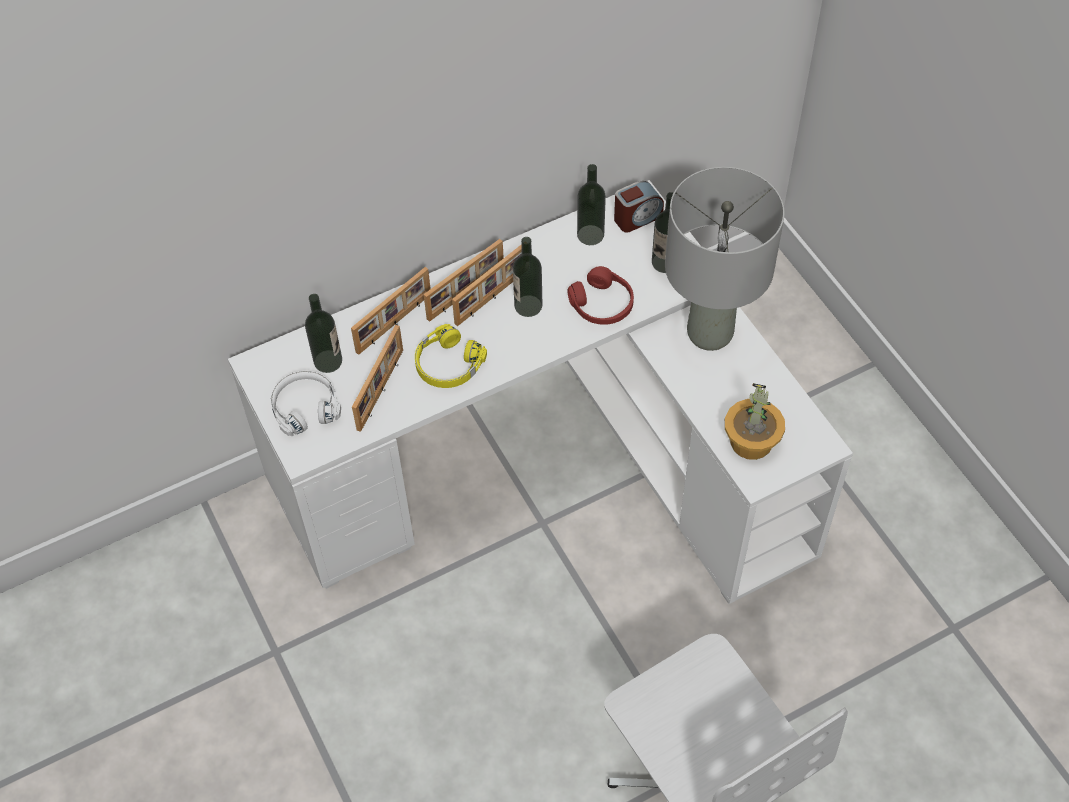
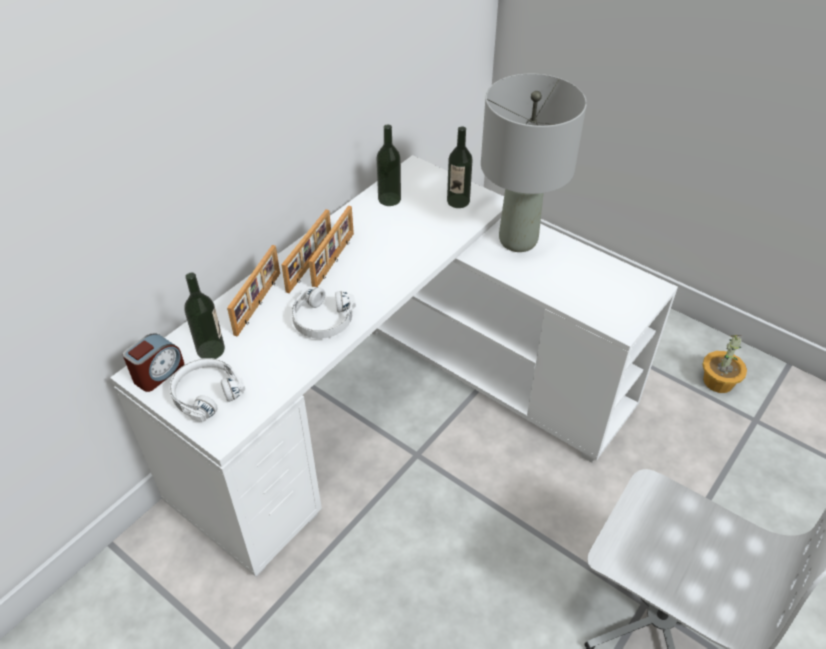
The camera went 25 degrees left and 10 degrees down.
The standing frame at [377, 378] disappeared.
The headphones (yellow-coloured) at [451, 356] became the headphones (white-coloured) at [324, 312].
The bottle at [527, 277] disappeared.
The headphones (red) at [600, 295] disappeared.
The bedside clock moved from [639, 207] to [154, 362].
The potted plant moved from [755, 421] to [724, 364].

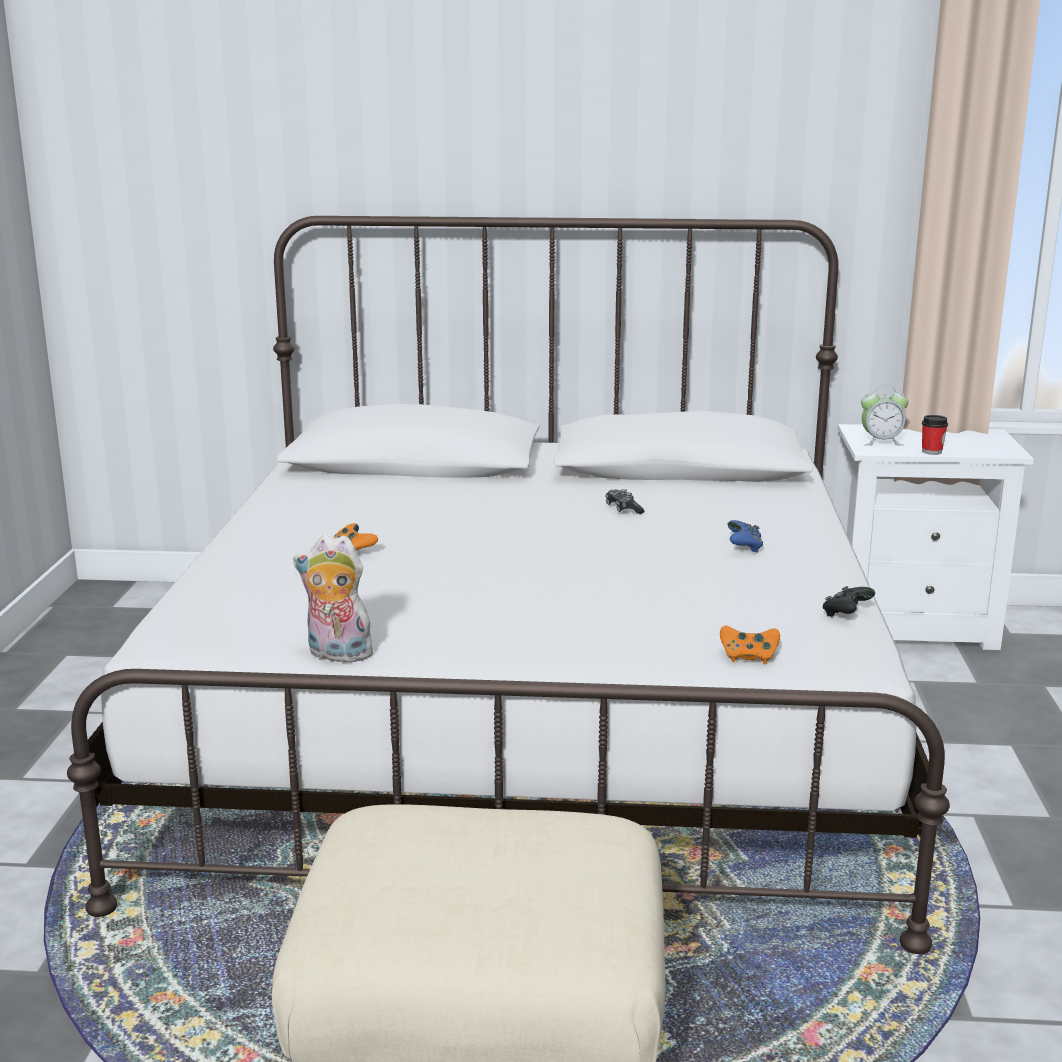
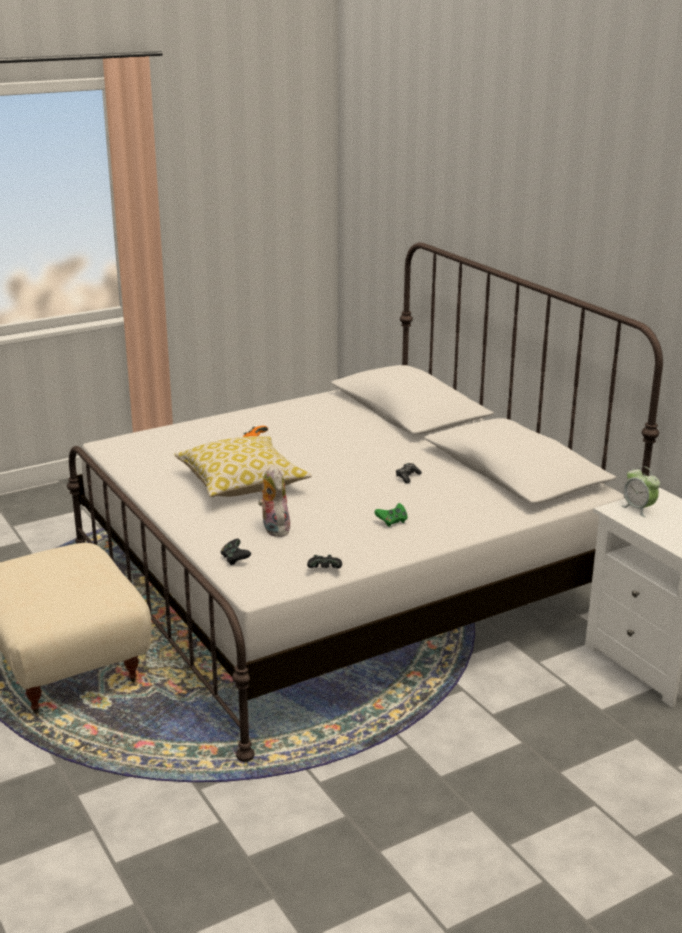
The camera went 55 degrees right and 5 degrees up.
The soft toy moved from [335, 599] to [274, 501].
The joypad (orange-coloured) at [750, 645] became the joypad (black-coloured) at [236, 552].
The joypad (blue) at [745, 536] became the joypad (greenish) at [390, 515].
The drinking cup at [935, 435] disappeared.
The throw pillow at [243, 466] appeared.

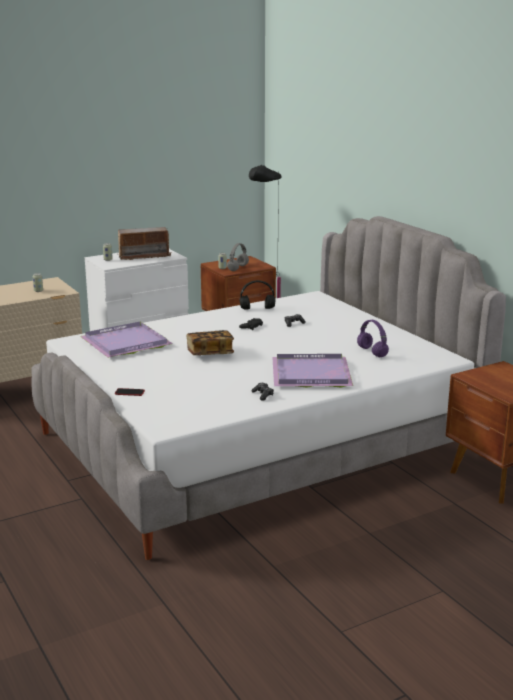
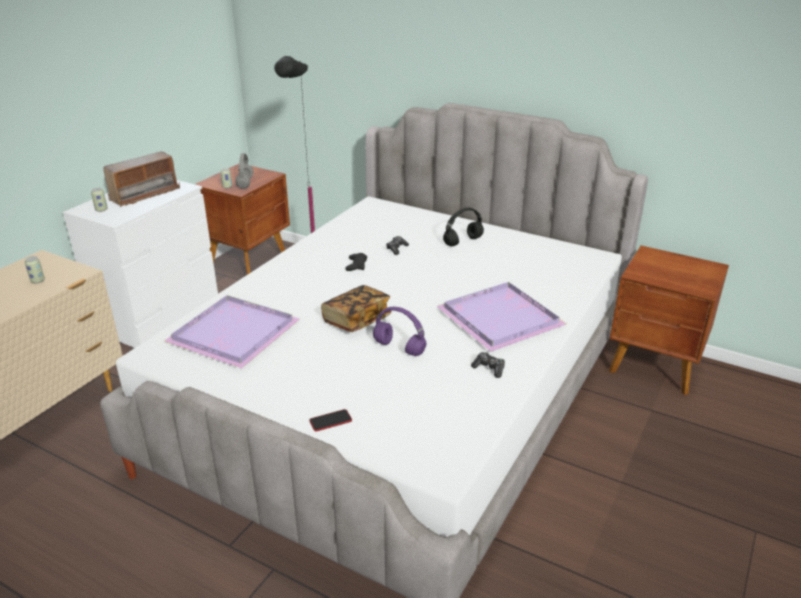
The camera went 30 degrees left and 10 degrees up.
The headphones (black-coloured) moved from [257, 295] to [463, 227].
The headphones (purplish) moved from [373, 338] to [400, 331].

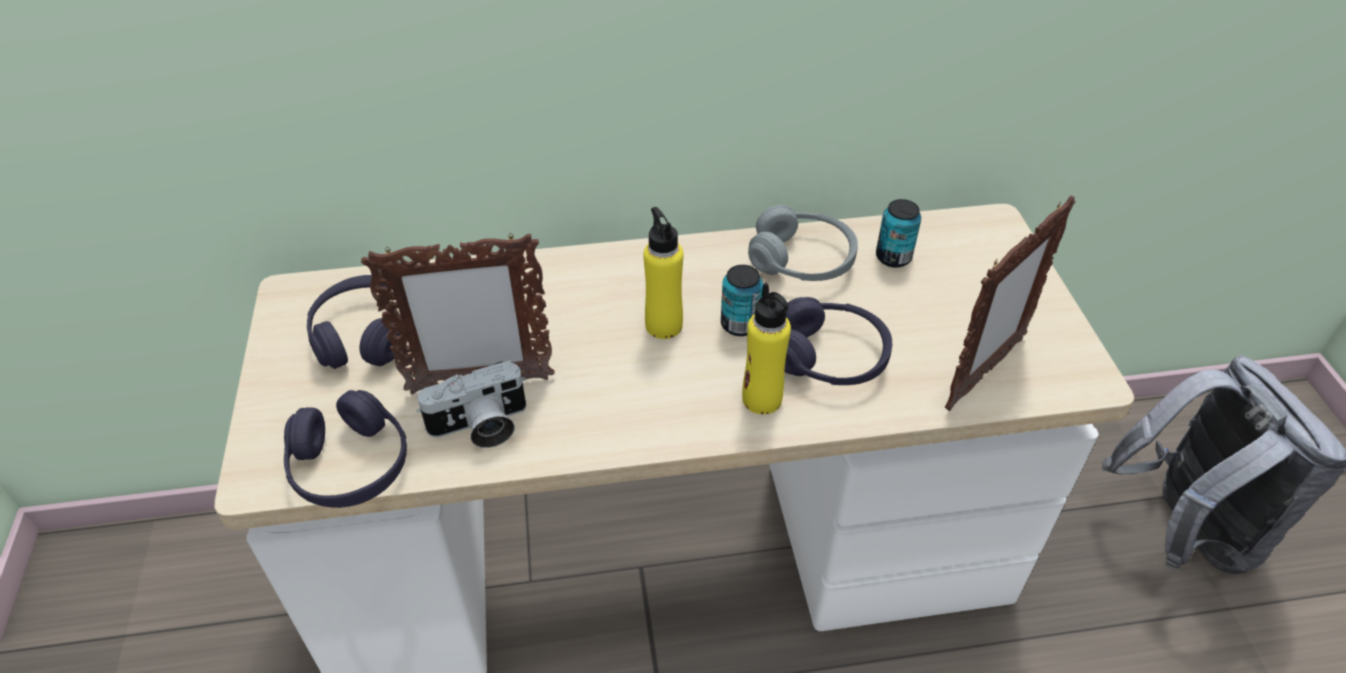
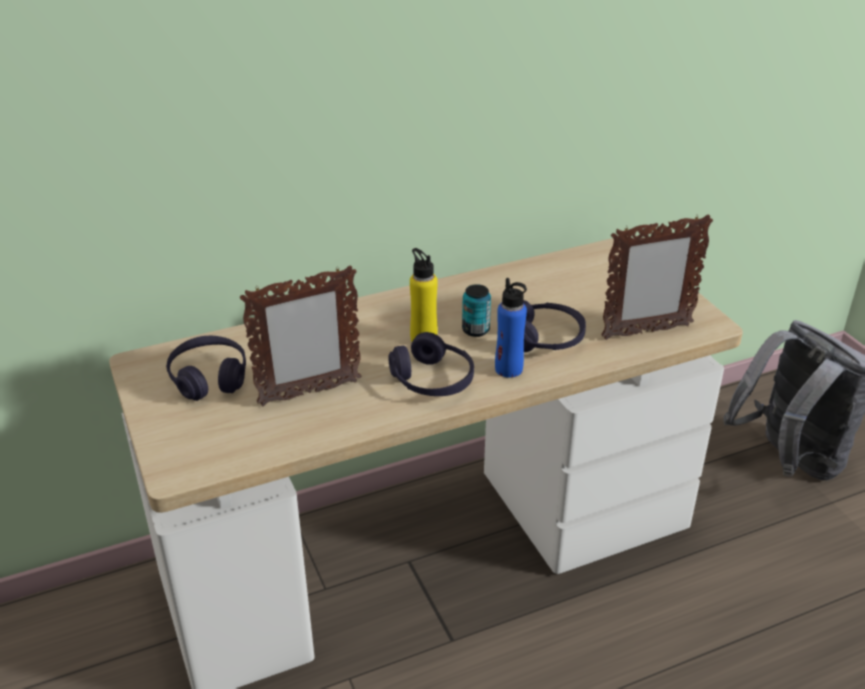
The camera went 15 degrees left and 10 degrees down.
The headphones (purplish) moved from [345, 449] to [431, 364].
The photo camera at [471, 404] disappeared.
The bottle (yellow-coloured) at [766, 348] became the bottle (blue) at [511, 328].
The headphones (grey) at [803, 243] disappeared.
The sealed can at [898, 233] disappeared.
The standing frame at [1010, 303] turned 45 degrees clockwise.

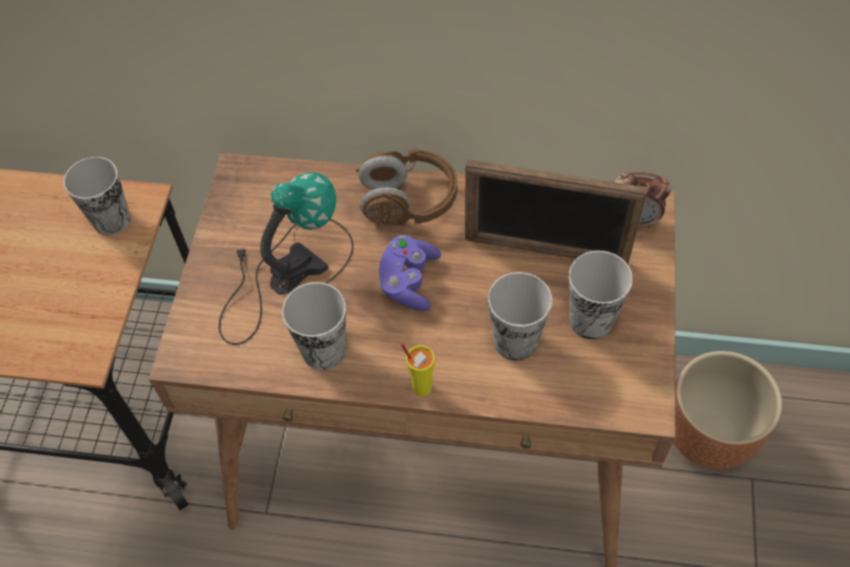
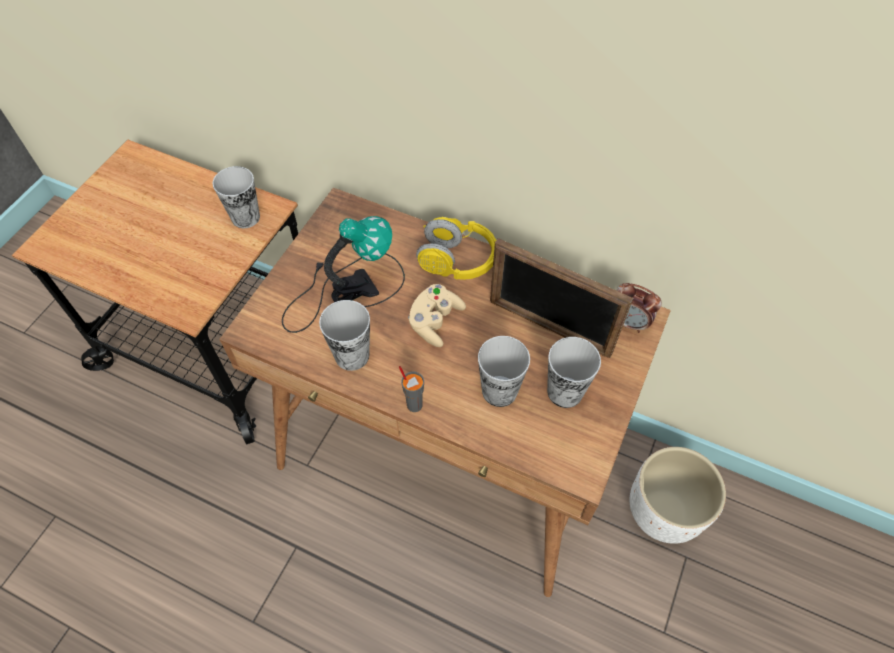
The camera went 15 degrees right and 0 degrees up.
The headphones (brownish) at [406, 187] became the headphones (yellow-coloured) at [456, 248].
The joypad (purplish) at [409, 273] became the joypad (sand-coloured) at [437, 315].
The drinking cup (yellow-coloured) at [418, 369] became the drinking cup (grey) at [411, 389].
The flower pot (brownish) at [727, 410] became the flower pot (white-coloured) at [678, 495].

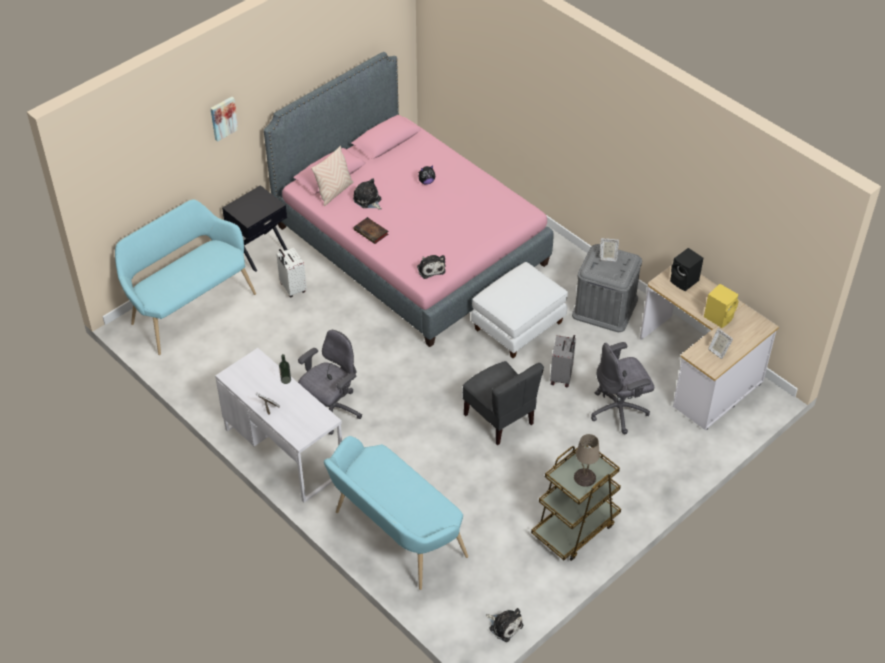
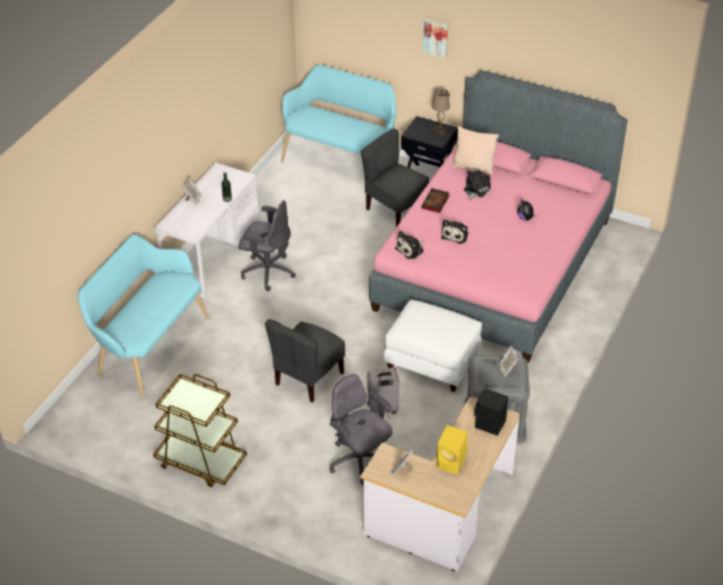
The camera went 70 degrees right and 5 degrees down.
The suitcase (white-coloured) at [291, 272] was replaced by the upright chair (grey) at [395, 178].
The soft toy moved from [504, 625] to [454, 231].
The lamp for a table (sand-coloured) moved from [587, 460] to [440, 111].

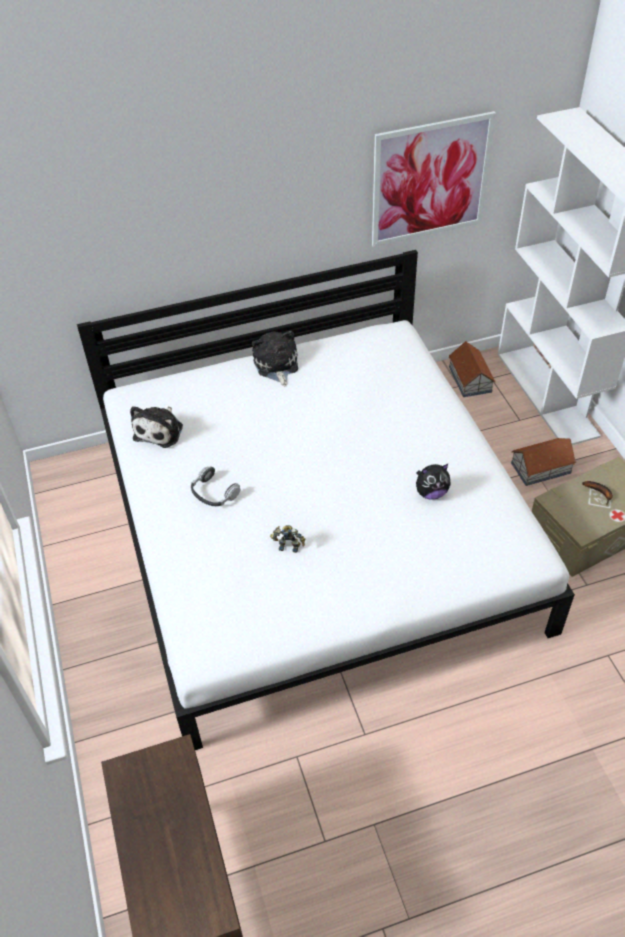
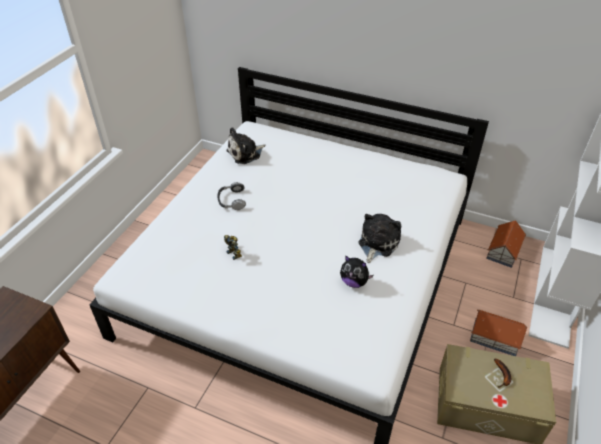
The camera went 40 degrees right and 5 degrees down.
The soft toy moved from [275, 358] to [379, 238].
The wall art at [434, 179] disappeared.

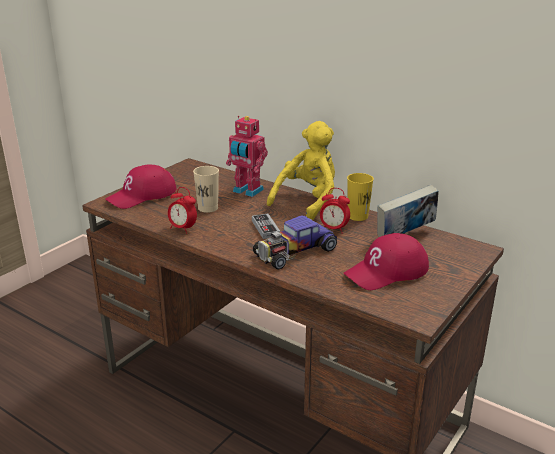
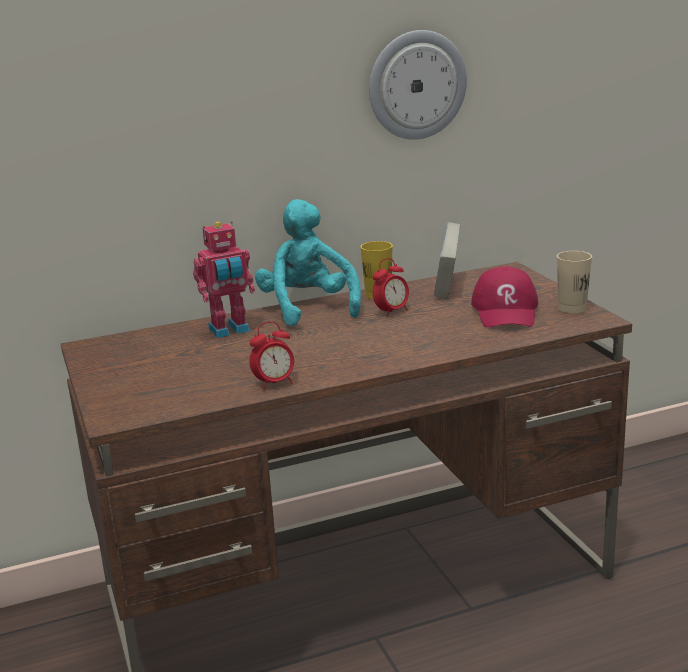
The camera went 55 degrees left and 5 degrees down.
The peaked cap (red) at [141, 186] disappeared.
The drinking cup (sand-coloured) moved from [206, 189] to [574, 282].
The joypad at [266, 226] disappeared.
The miniature car at [295, 243] disappeared.
The soft toy (yellow-coloured) at [301, 170] became the soft toy (turquoise-coloured) at [308, 262].
The hanging clock at [418, 85] appeared.

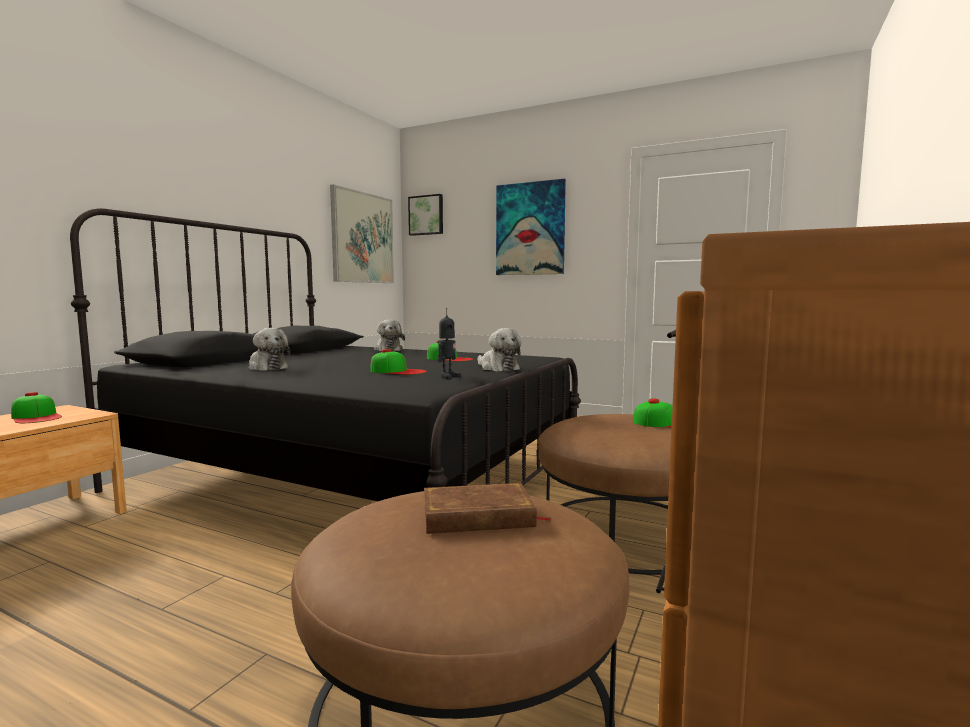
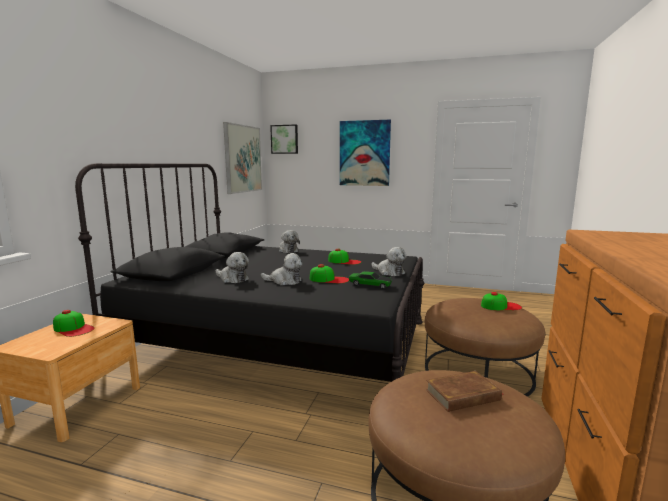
The camera went 10 degrees left and 5 degrees up.
The toy robot at [449, 344] was replaced by the miniature car at [370, 280].
The soft toy at [282, 269] appeared.

